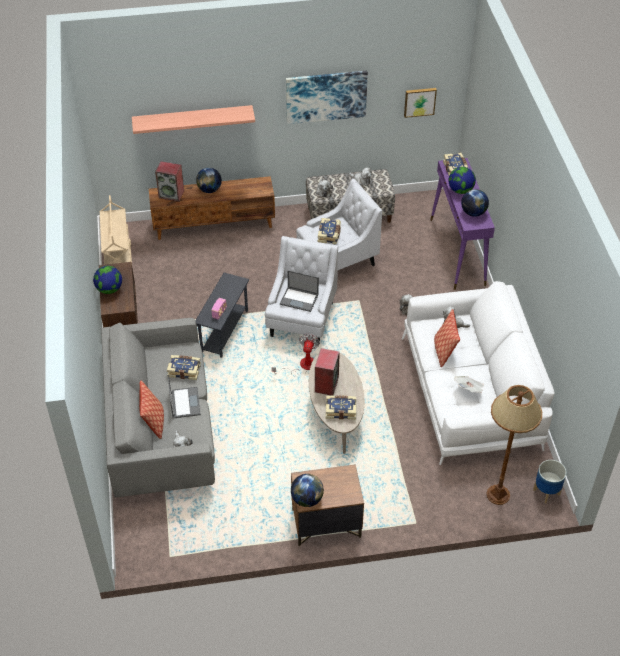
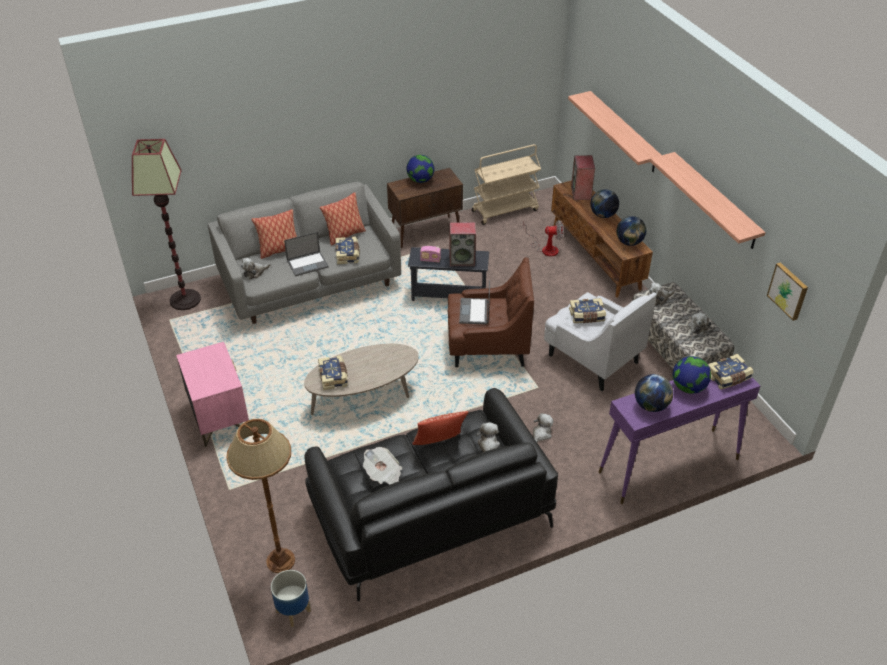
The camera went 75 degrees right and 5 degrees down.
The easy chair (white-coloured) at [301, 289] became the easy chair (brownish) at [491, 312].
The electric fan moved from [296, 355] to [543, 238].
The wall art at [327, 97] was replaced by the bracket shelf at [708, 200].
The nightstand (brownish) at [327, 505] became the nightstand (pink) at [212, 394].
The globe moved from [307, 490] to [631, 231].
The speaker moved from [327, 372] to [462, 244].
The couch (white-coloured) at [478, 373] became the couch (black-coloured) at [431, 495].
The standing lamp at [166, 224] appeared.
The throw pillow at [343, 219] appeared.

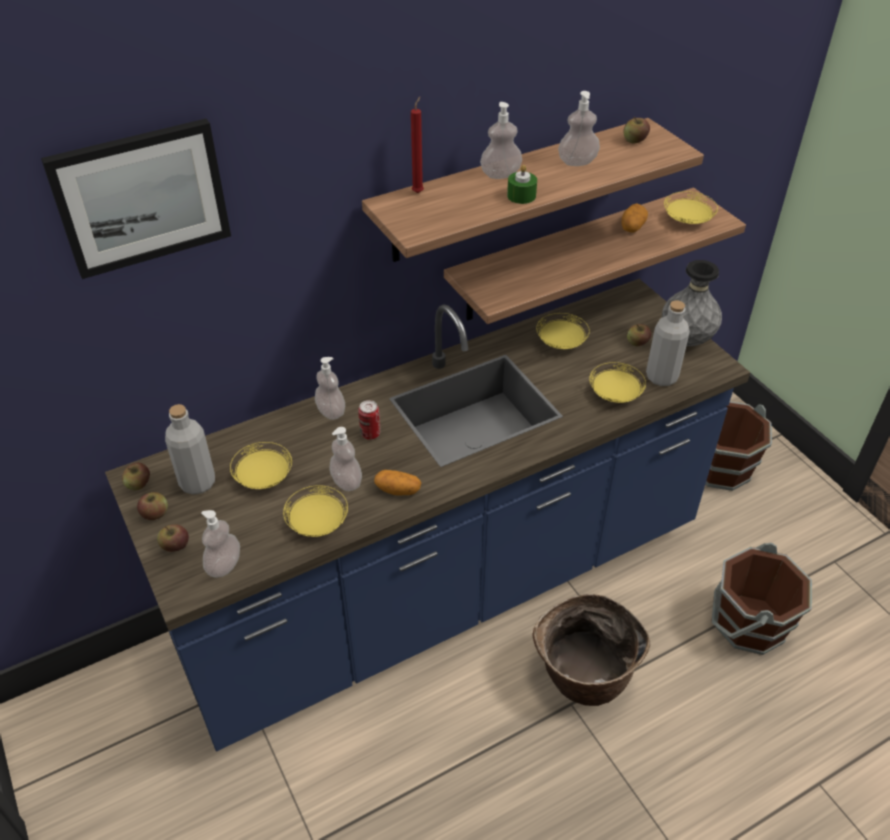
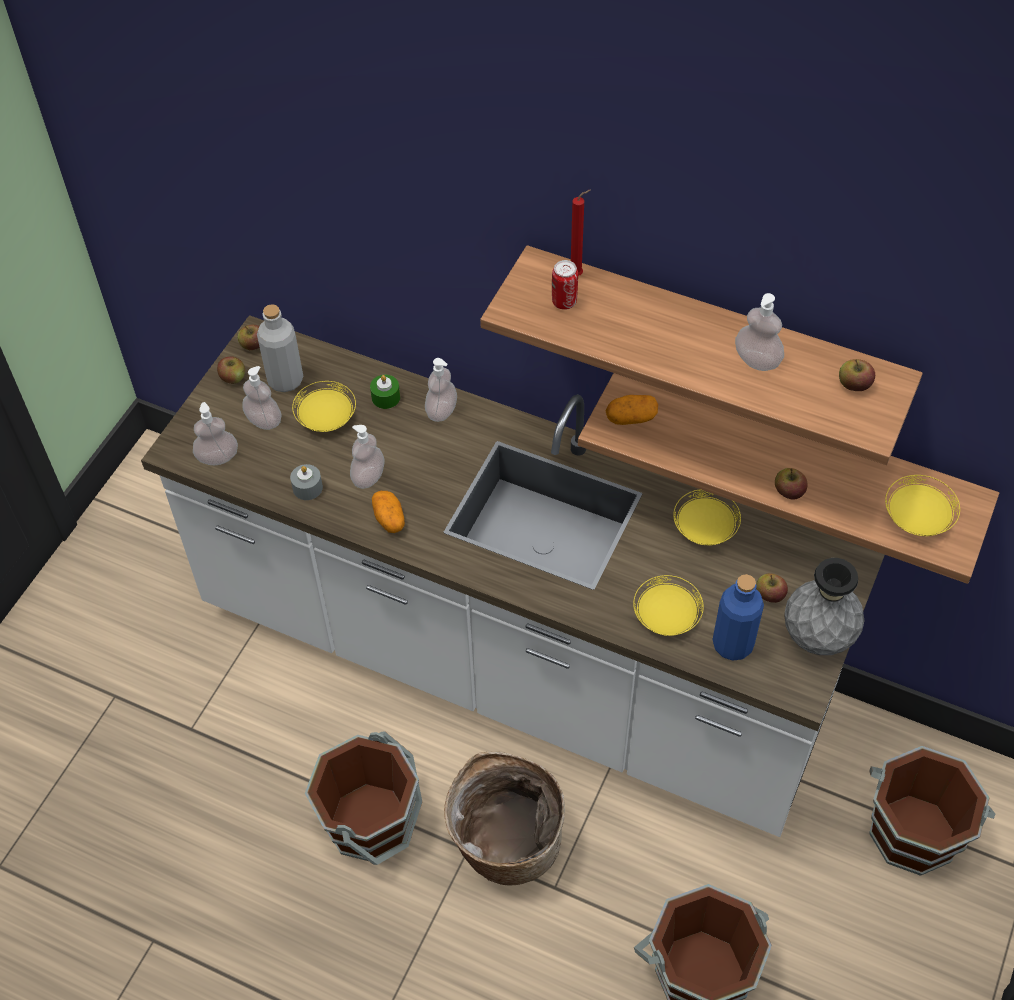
The camera went 55 degrees right and 10 degrees up.
The wall art at [136, 199] disappeared.
The kitchen base unit (blue) at [427, 515] became the kitchen base unit (white-coloured) at [513, 576].
The whole apple moved from [173, 538] to [791, 484].
The plate (yellow-coloured) at [315, 511] was replaced by the candle (grey) at [306, 482].
The sealed can moved from [369, 420] to [565, 285].
The soap bottle moved from [501, 140] to [261, 398].
The candle (greenish) moved from [522, 184] to [385, 392].
The whole potato moved from [634, 218] to [632, 410].
The bottle (grey) at [668, 343] became the bottle (blue) at [738, 617].
The bucket (brownish) at [363, 798] appeared.

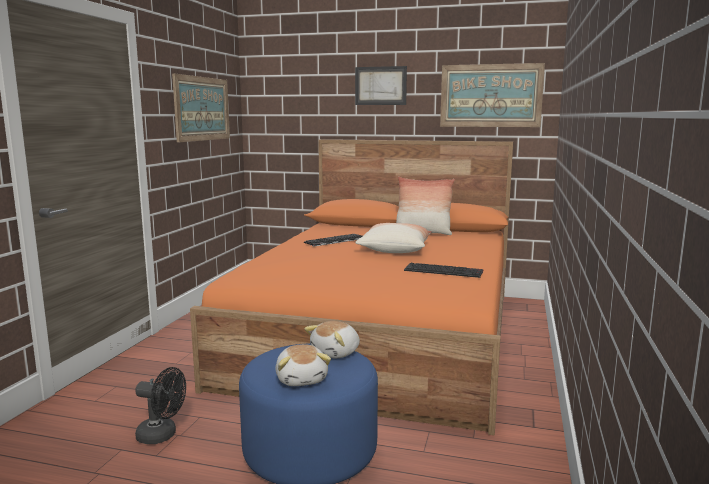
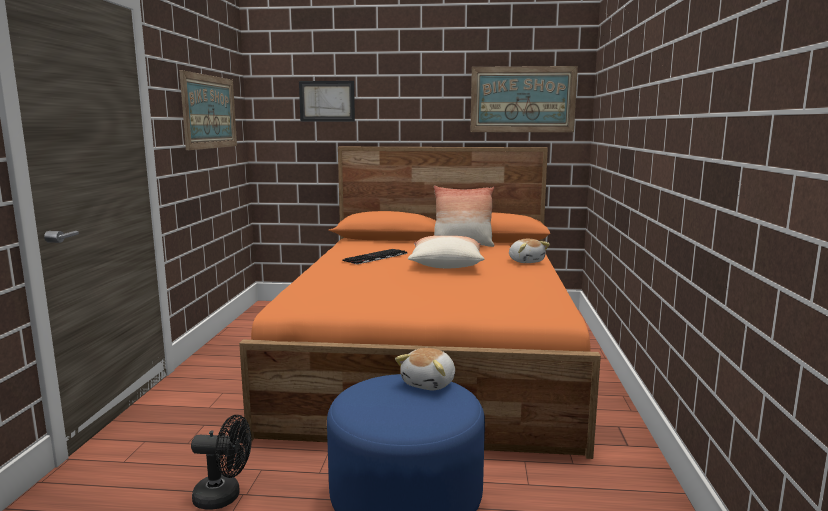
The camera went 10 degrees left and 0 degrees up.
The soft toy moved from [303, 365] to [529, 250].
The wall art moved from [381, 85] to [327, 101].
The computer keyboard at [443, 270] disappeared.

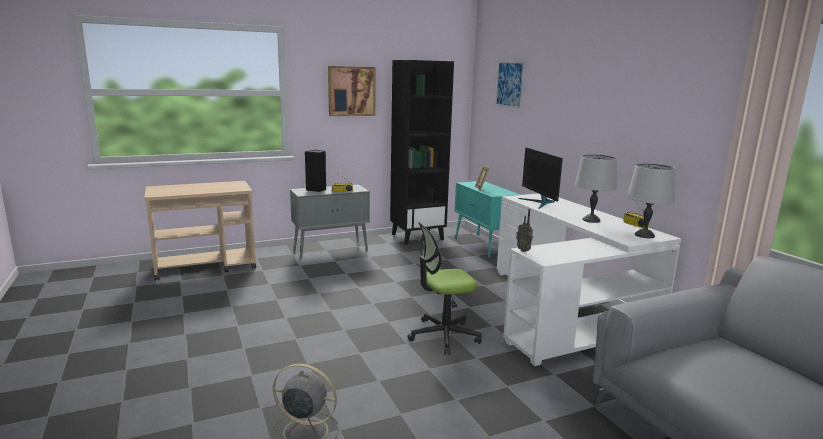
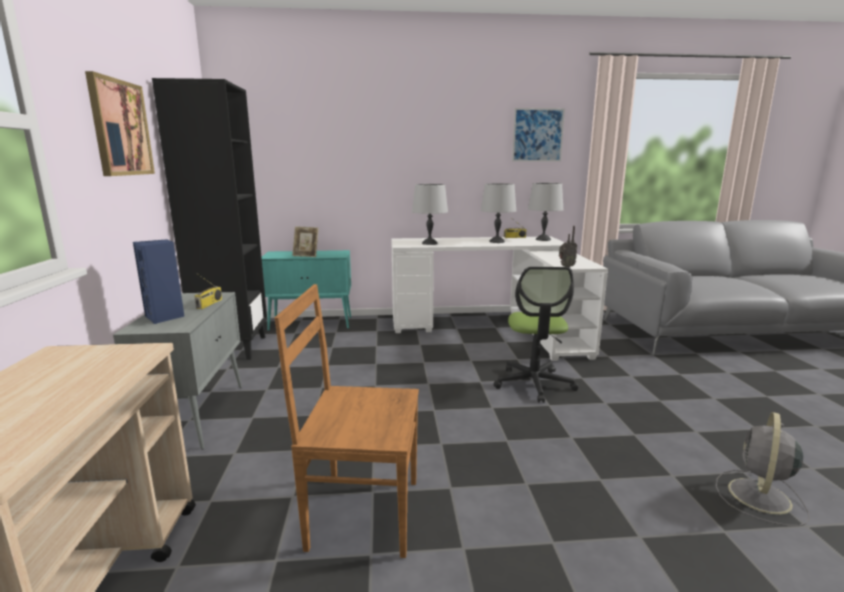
The camera went 70 degrees left and 0 degrees up.
The speaker (black-coloured) at [315, 171] became the speaker (blue) at [159, 281].
The wall art moved from [510, 85] to [538, 134].
The monitor at [541, 178] was replaced by the lamp for a table (grey) at [430, 214].
The upright chair (brownish) at [347, 421] appeared.

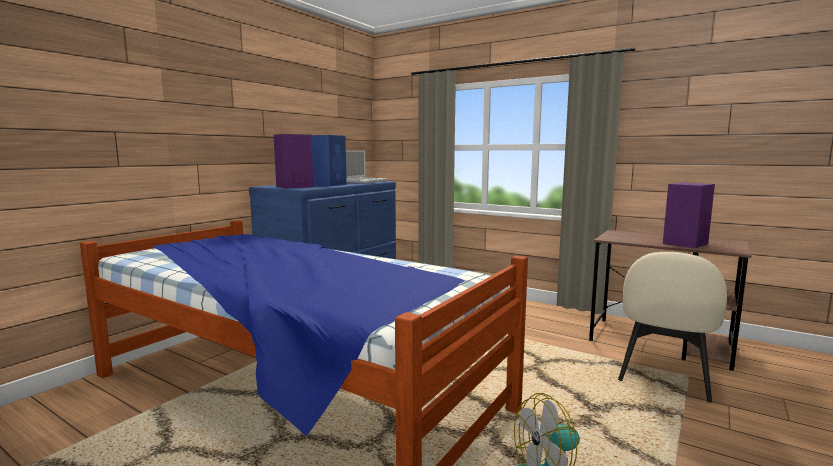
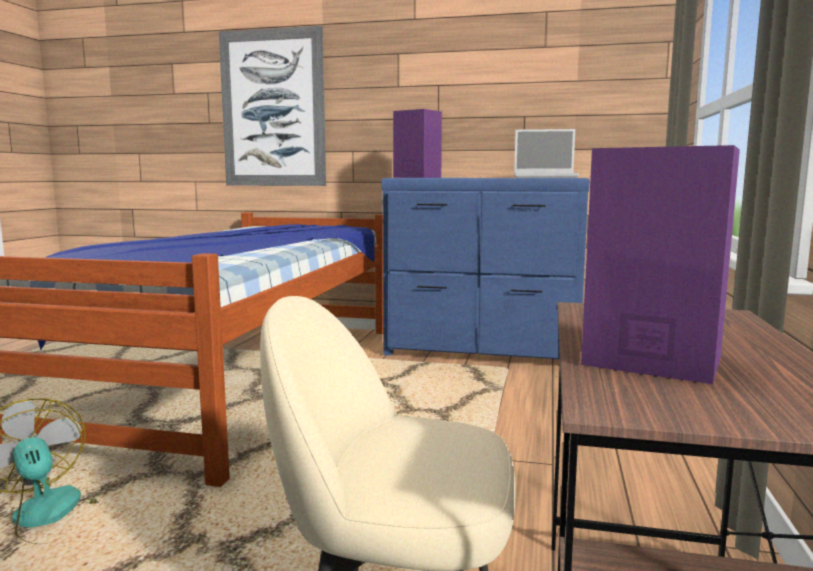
The camera went 70 degrees right and 0 degrees up.
The speaker (blue) at [329, 161] disappeared.
The wall art at [272, 106] appeared.

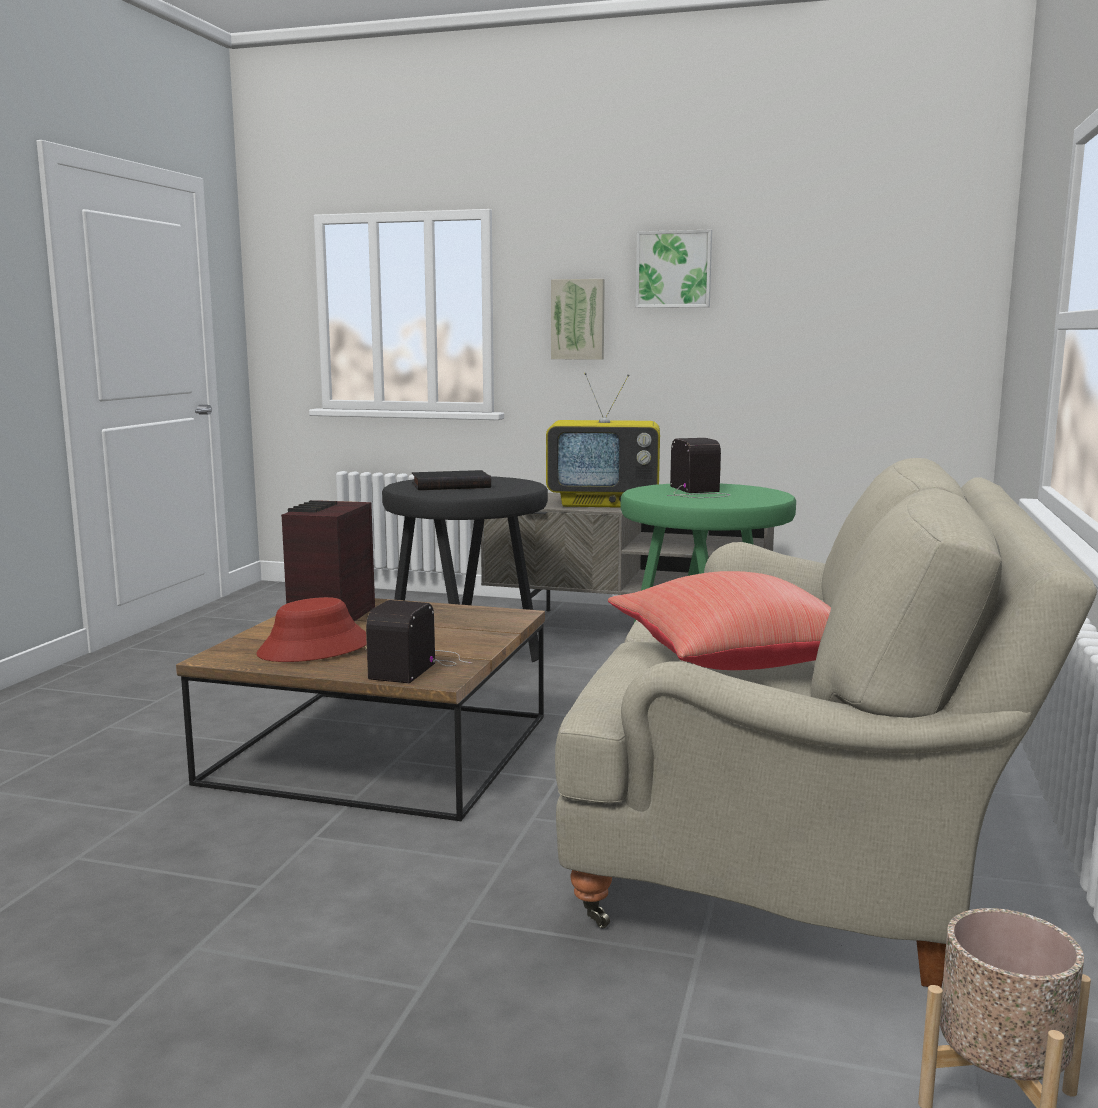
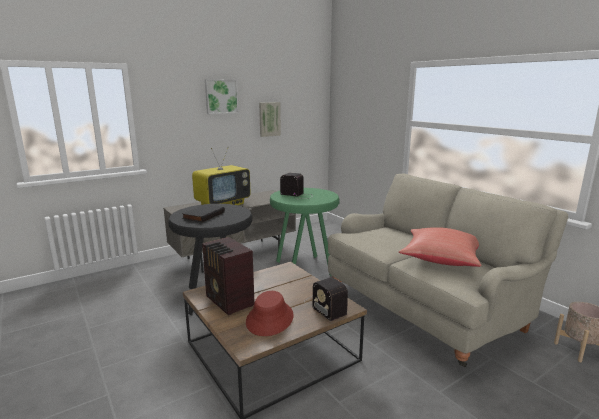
The camera went 50 degrees left and 5 degrees up.
The wall art moved from [578, 319] to [270, 119].

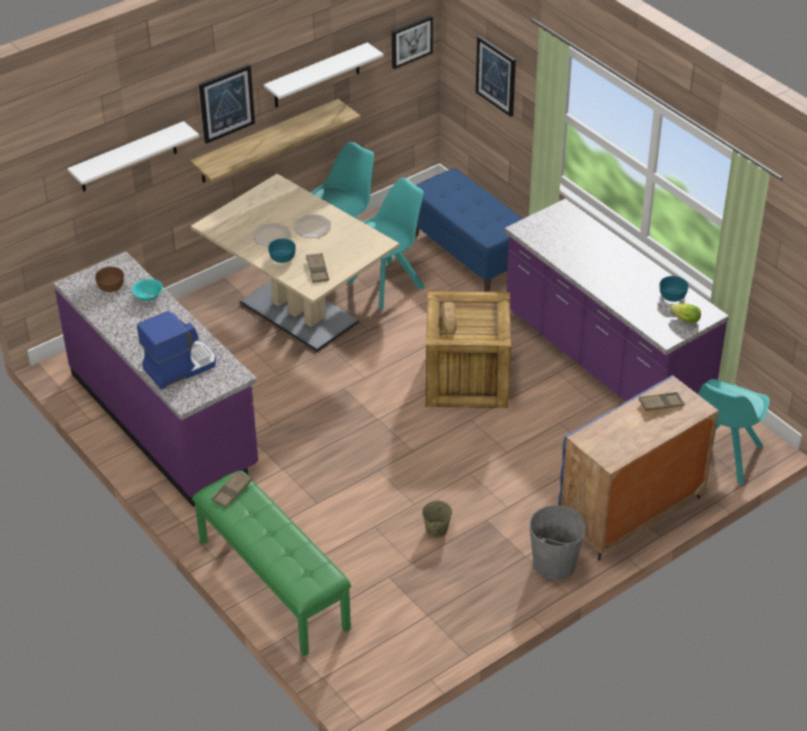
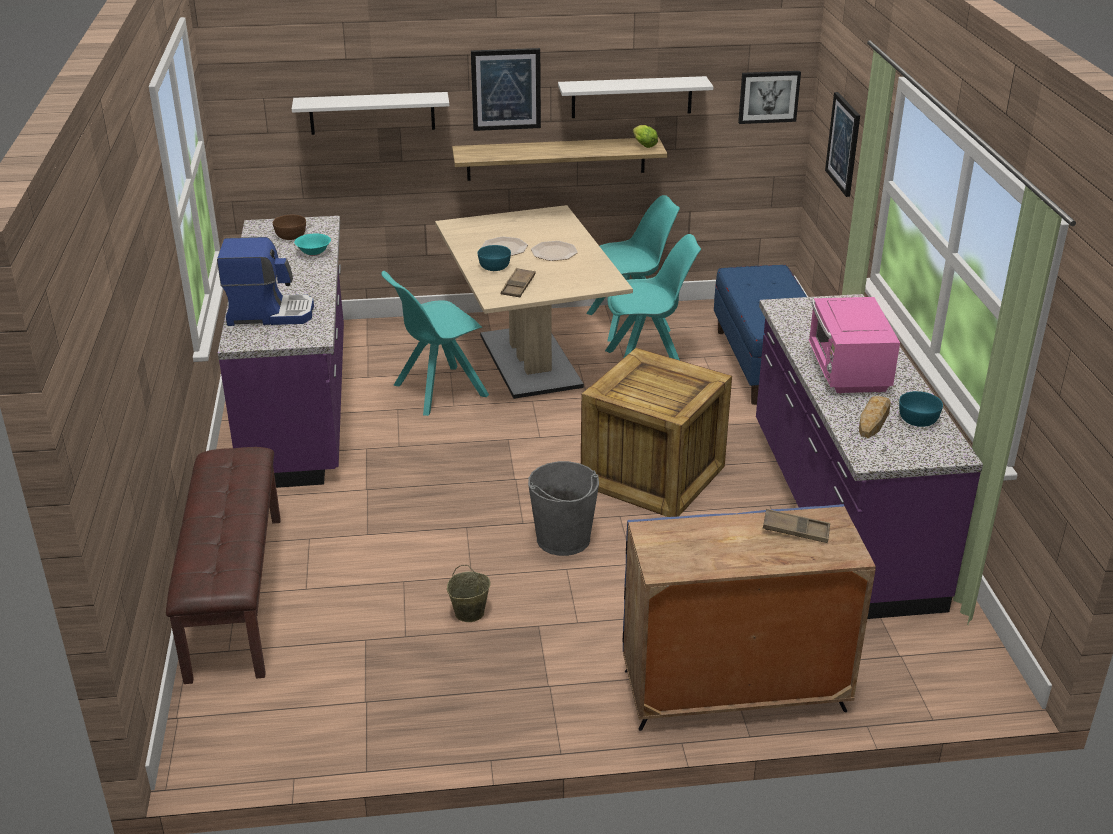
The camera went 30 degrees right and 10 degrees down.
The long seat (greenish) at [271, 564] became the long seat (brownish) at [223, 565].
The serving tray (brownish) at [231, 489] disappeared.
The bread moved from [449, 318] to [875, 417].
The bucket (grey) moved from [557, 542] to [563, 508].
The head of lettuce moved from [685, 313] to [645, 136].
The upright chair (turquoise-coloured) moved from [734, 432] to [435, 343].
The microwave oven (pink) at [854, 345] appeared.

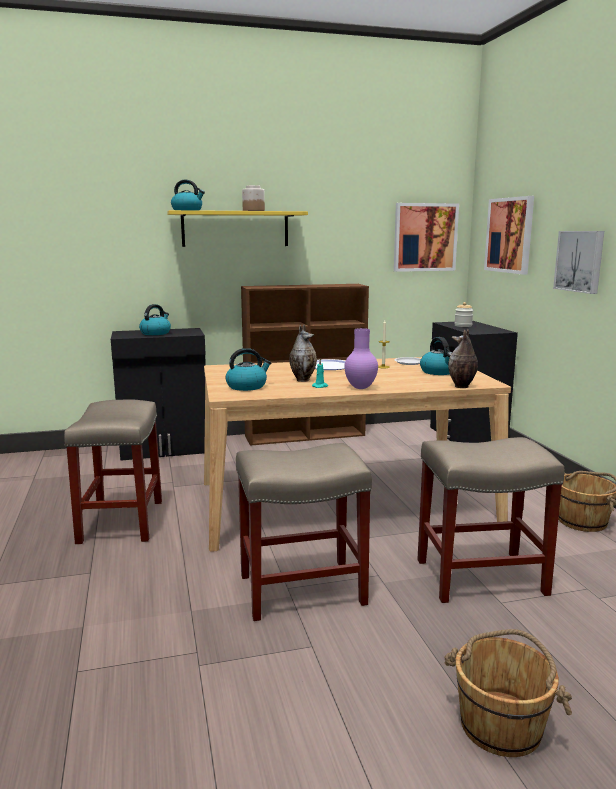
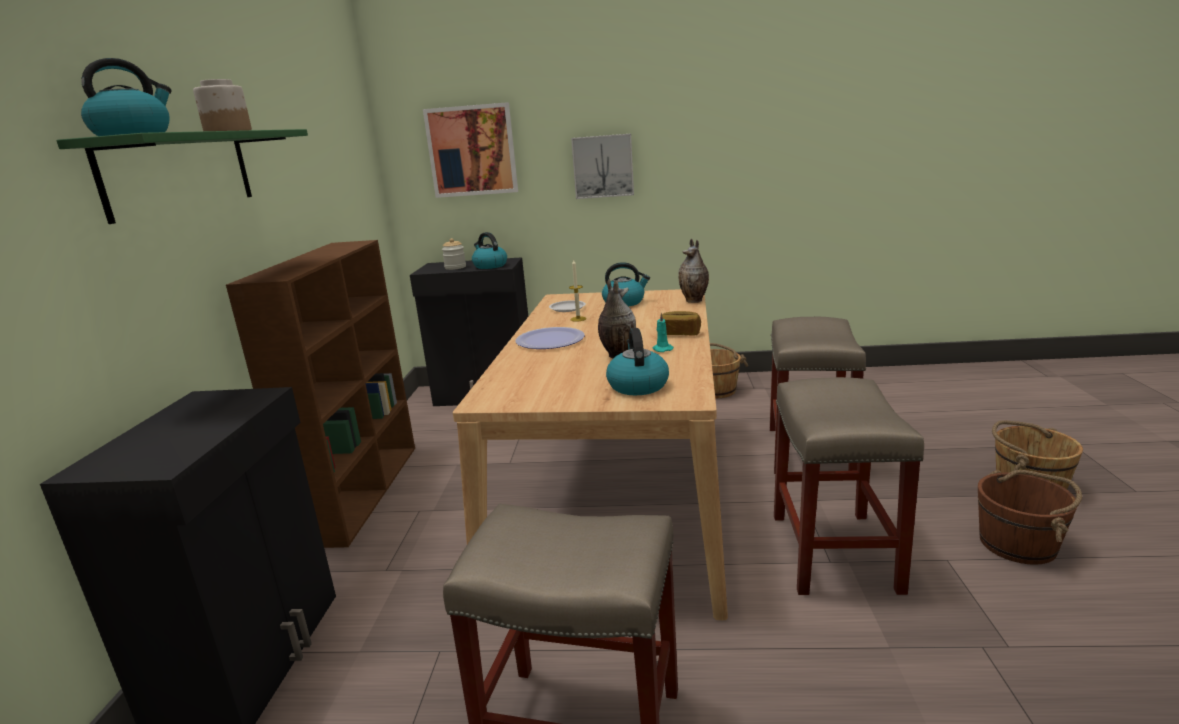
The camera went 70 degrees left and 5 degrees up.
The tea kettle moved from [155, 319] to [489, 250].
The bracket shelf (yellow-coloured) at [237, 228] became the bracket shelf (greenish) at [182, 176].
The vase (purplish) at [361, 358] was replaced by the bread at [681, 323].
The wall art at [426, 237] disappeared.
The bucket (brownish) at [1030, 517] appeared.

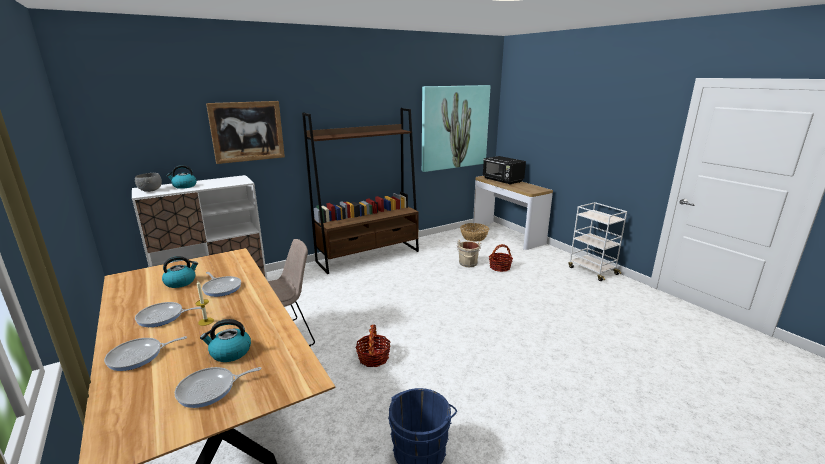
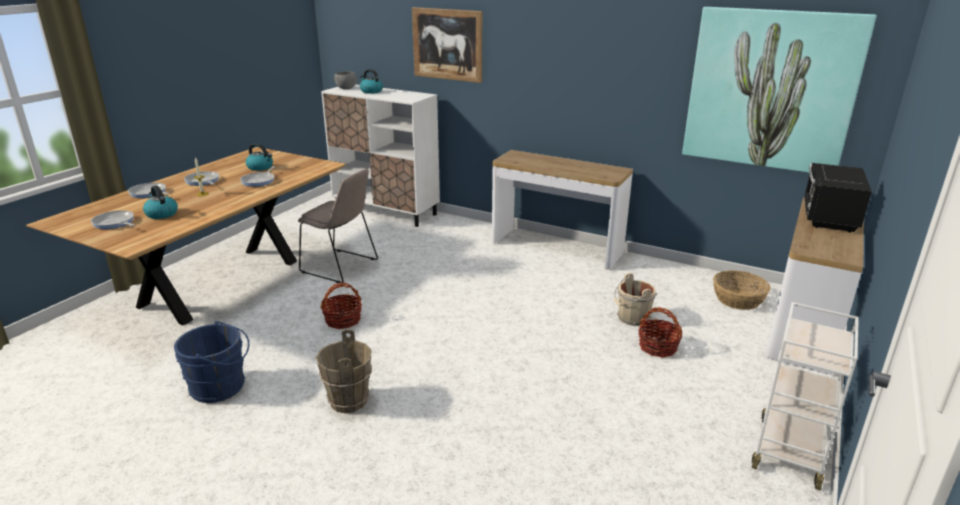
The camera went 60 degrees right and 5 degrees up.
The bookcase (brownish) at [360, 191] was replaced by the narrow table at [562, 210].
The bucket (brownish) at [344, 371] appeared.

